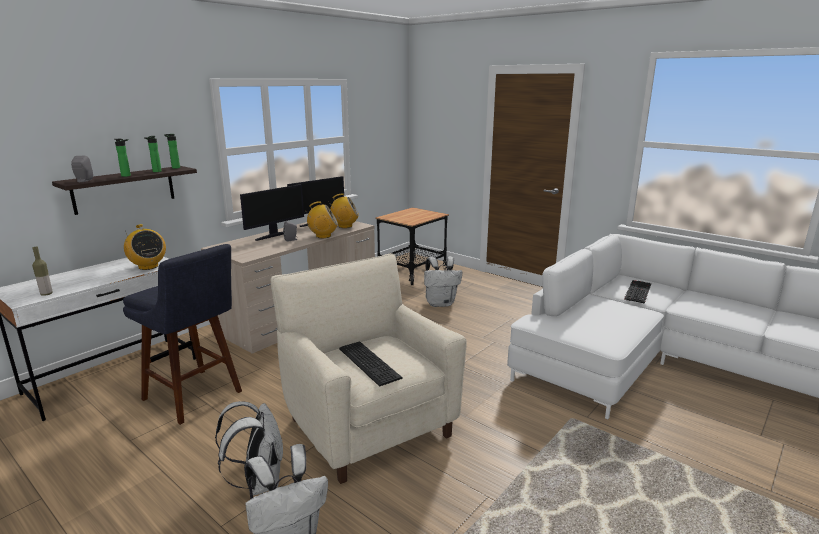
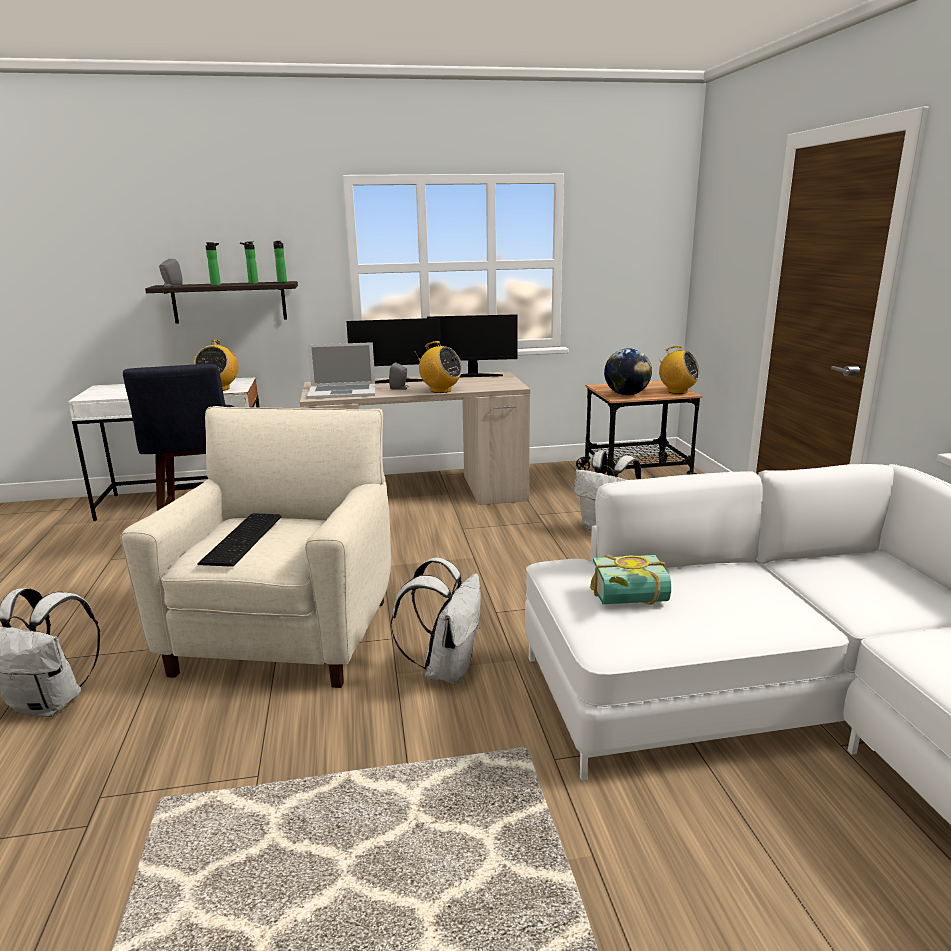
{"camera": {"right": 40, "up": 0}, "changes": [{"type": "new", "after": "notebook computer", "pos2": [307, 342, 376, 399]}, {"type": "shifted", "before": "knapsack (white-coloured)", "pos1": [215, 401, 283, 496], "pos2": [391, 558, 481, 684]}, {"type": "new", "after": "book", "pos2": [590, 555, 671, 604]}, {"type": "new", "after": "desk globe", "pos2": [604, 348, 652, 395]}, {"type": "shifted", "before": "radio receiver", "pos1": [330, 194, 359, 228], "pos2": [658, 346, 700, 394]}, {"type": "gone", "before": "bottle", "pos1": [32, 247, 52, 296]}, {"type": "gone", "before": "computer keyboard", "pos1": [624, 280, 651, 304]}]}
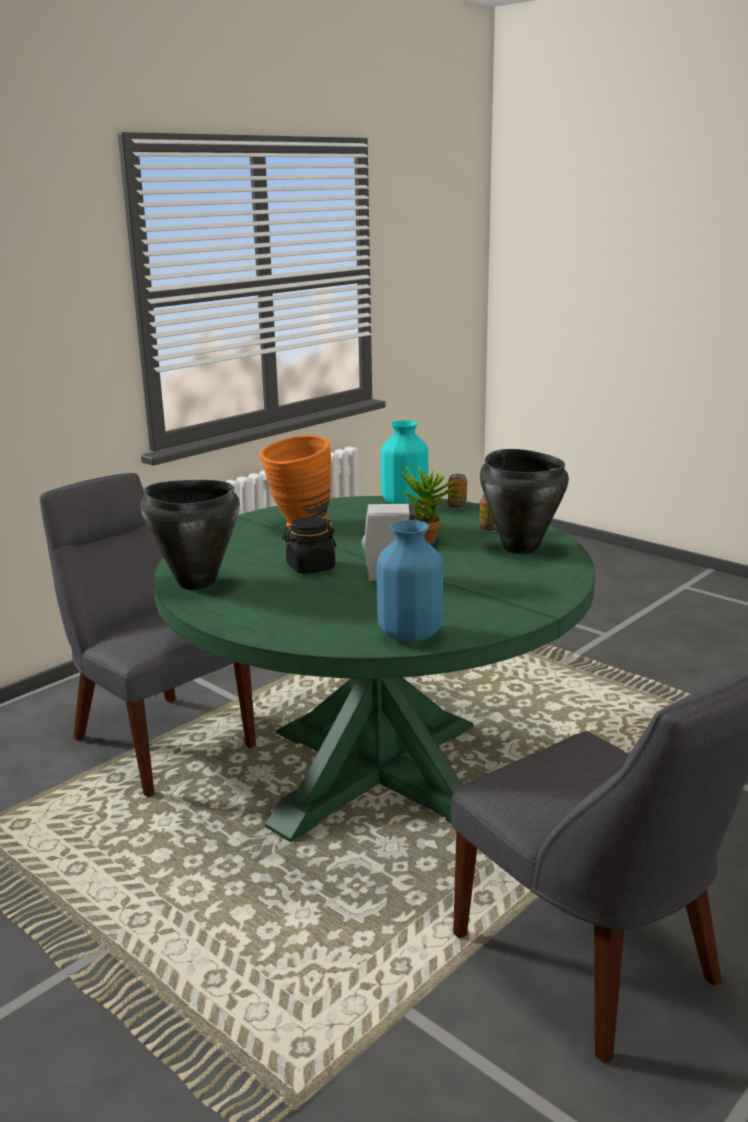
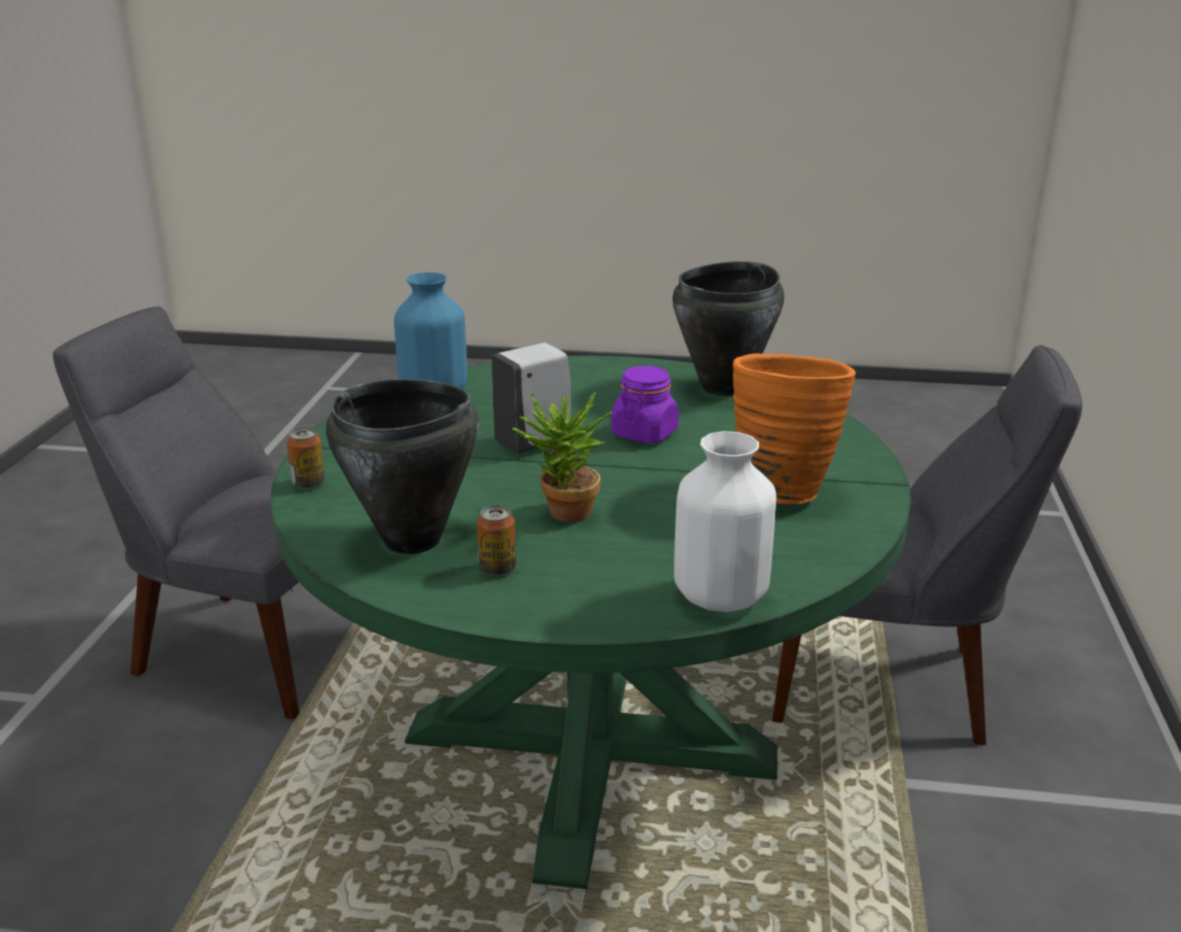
{"camera": {"right": 145, "up": 5}, "changes": [{"type": "shifted", "before": "metal can", "pos1": [448, 474, 467, 510], "pos2": [287, 428, 325, 489]}, {"type": "repainted", "before": "preserve jar (black-coloured)", "after": "preserve jar (purple-coloured)", "pos1": [282, 517, 337, 574], "pos2": [611, 366, 679, 444]}, {"type": "repainted", "before": "decorative vase (turquoise-coloured)", "after": "decorative vase (white-coloured)", "pos1": [381, 420, 428, 504], "pos2": [674, 431, 776, 612]}]}
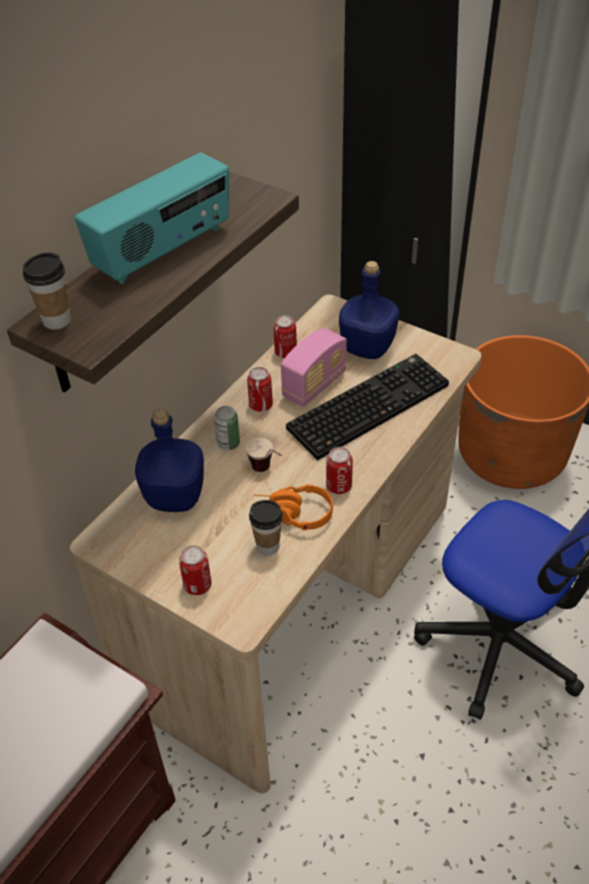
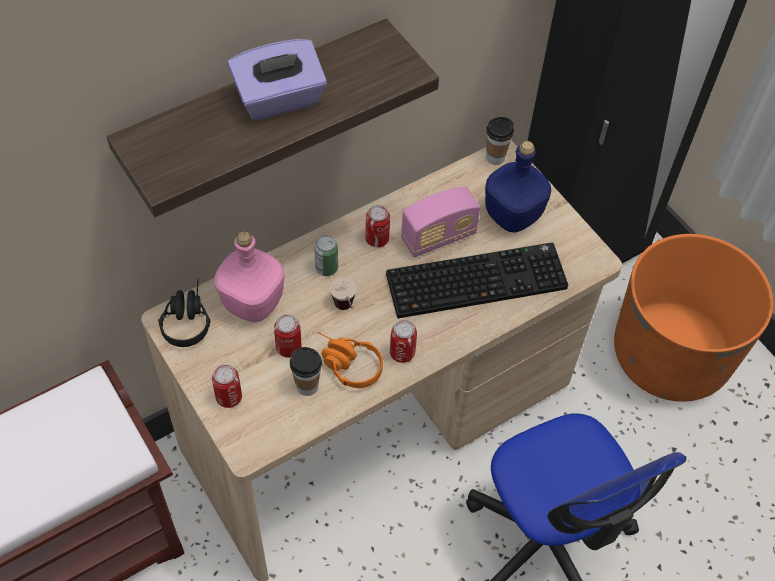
{"camera": {"right": 20, "up": 10}, "changes": [{"type": "new", "after": "headphones (black-coloured)", "pos2": [158, 279, 211, 347]}, {"type": "repainted", "before": "bottle (bluish)", "after": "bottle (pink)", "pos1": [135, 409, 204, 512], "pos2": [214, 231, 285, 322]}, {"type": "swapped", "before": "radio receiver", "after": "box of tissues (purple-coloured)", "pos1": [75, 152, 229, 284], "pos2": [228, 39, 327, 120]}, {"type": "shifted", "before": "metal can", "pos1": [274, 315, 297, 358], "pos2": [274, 314, 302, 357]}, {"type": "shifted", "before": "drinking cup", "pos1": [23, 252, 71, 330], "pos2": [486, 117, 514, 165]}]}
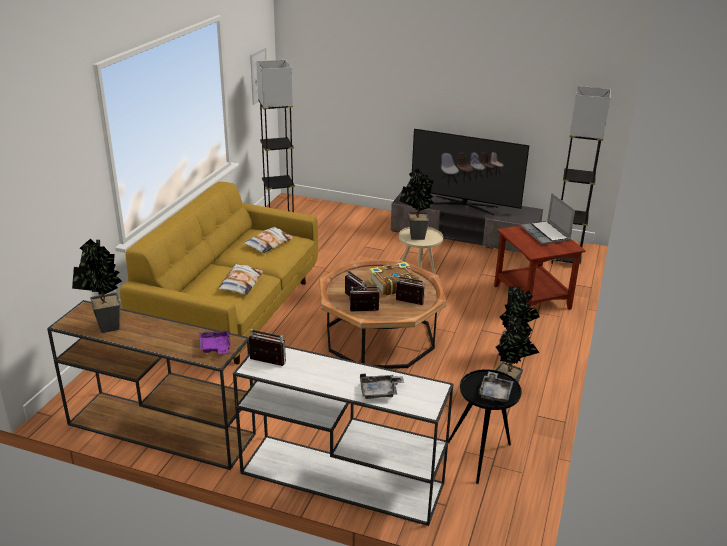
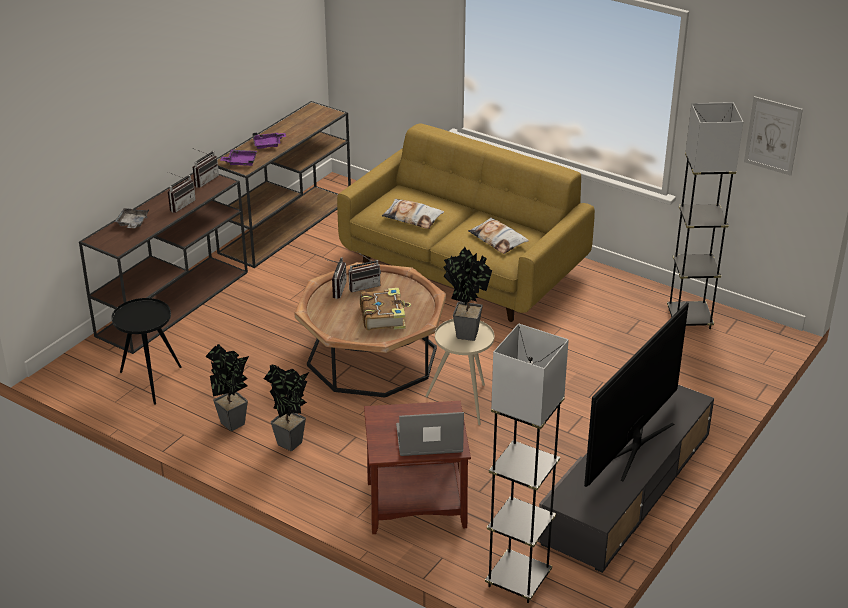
{"camera": {"right": 105, "up": 5}, "changes": [{"type": "repainted", "before": "narrow table (white-coloured)", "after": "narrow table (brownish)", "pos1": [233, 346, 453, 526], "pos2": [79, 173, 248, 354]}, {"type": "shifted", "before": "radio receiver", "pos1": [395, 276, 425, 305], "pos2": [168, 172, 196, 213]}, {"type": "new", "after": "carrying tray (purple-coloured)", "pos2": [253, 133, 286, 149]}, {"type": "gone", "before": "potted plant", "pos1": [72, 239, 122, 333]}, {"type": "gone", "before": "carrying tray (gray)", "pos1": [478, 371, 514, 402]}]}
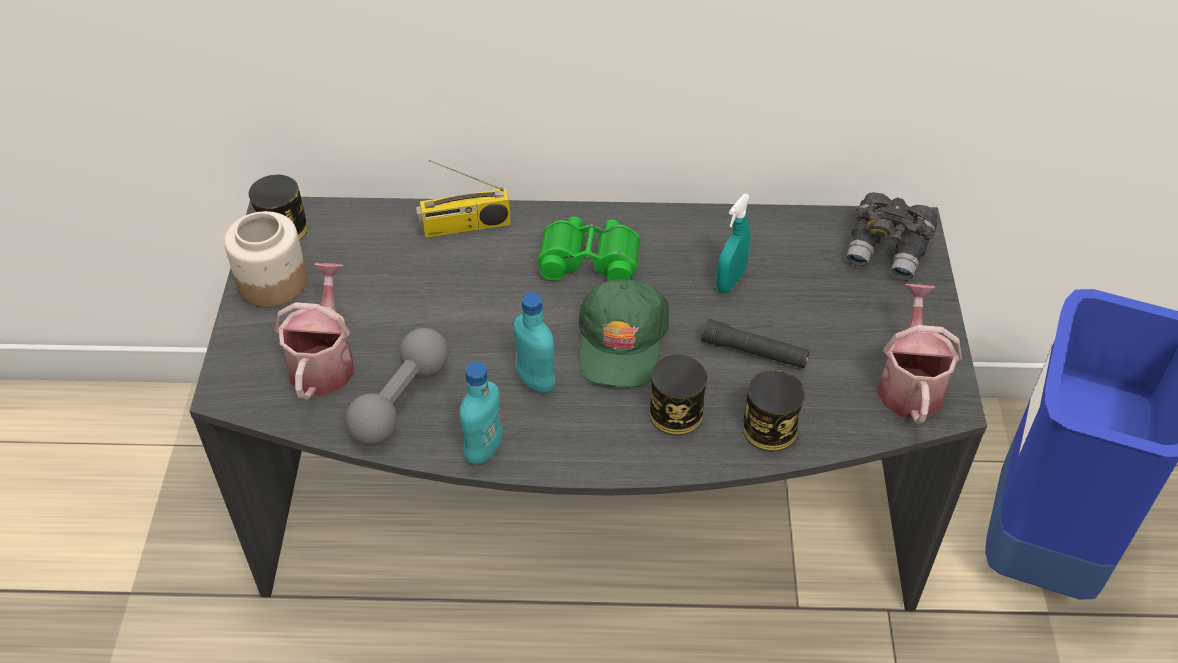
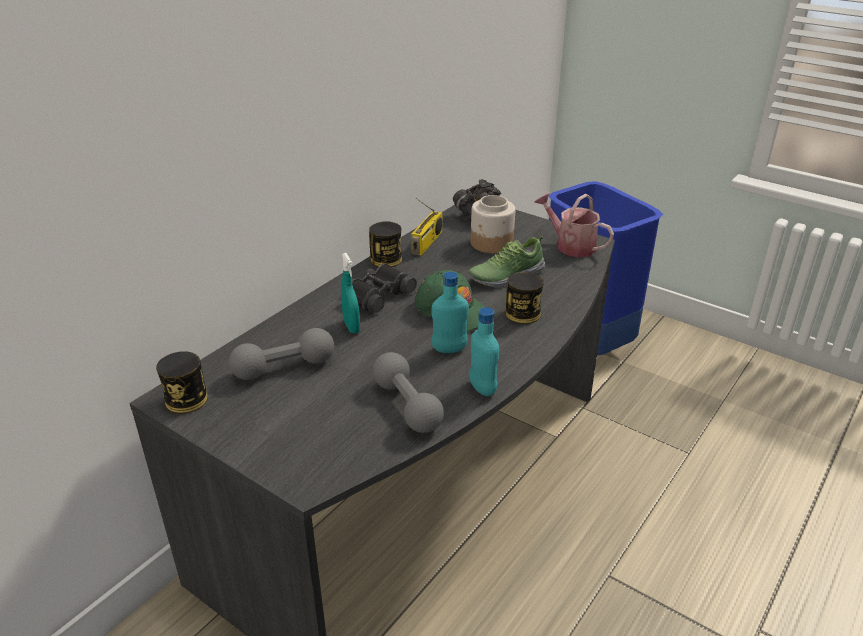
{"camera": {"right": -55, "up": -15}, "changes": [{"type": "new", "after": "hand weight (gray)", "pos2": [229, 328, 334, 380]}, {"type": "shifted", "before": "spray bottle (turquoise-coloured)", "pos1": [716, 194, 750, 293], "pos2": [341, 253, 360, 333]}, {"type": "repainted", "before": "pair of binoculars (greenish)", "after": "pair of binoculars (black-coloured)", "pos1": [537, 217, 641, 281], "pos2": [352, 263, 417, 314]}, {"type": "shifted", "before": "metal can", "pos1": [743, 370, 805, 451], "pos2": [369, 221, 402, 267]}, {"type": "shifted", "before": "radio receiver", "pos1": [416, 160, 511, 238], "pos2": [411, 198, 443, 256]}, {"type": "swapped", "before": "flashlight (black-coloured)", "after": "shoe", "pos1": [701, 319, 810, 368], "pos2": [469, 236, 545, 288]}, {"type": "shifted", "before": "preserve jar", "pos1": [224, 211, 307, 307], "pos2": [471, 195, 515, 253]}, {"type": "gone", "before": "watering pot", "pos1": [274, 263, 355, 400]}]}
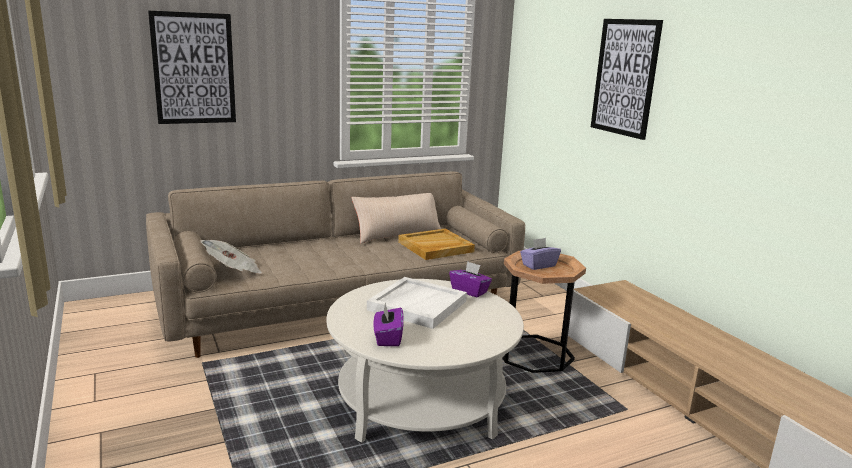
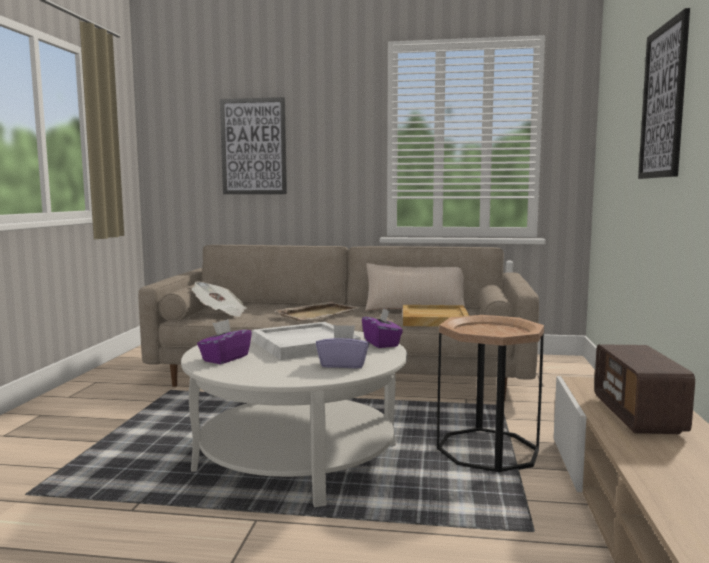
{"camera": {"right": 35, "up": -10}, "changes": [{"type": "new", "after": "carrying tray (sand-coloured)", "pos2": [274, 302, 361, 321]}, {"type": "shifted", "before": "box of tissues (purple-coloured)", "pos1": [520, 238, 561, 270], "pos2": [316, 325, 370, 369]}, {"type": "new", "after": "radio receiver", "pos2": [594, 344, 695, 434]}]}
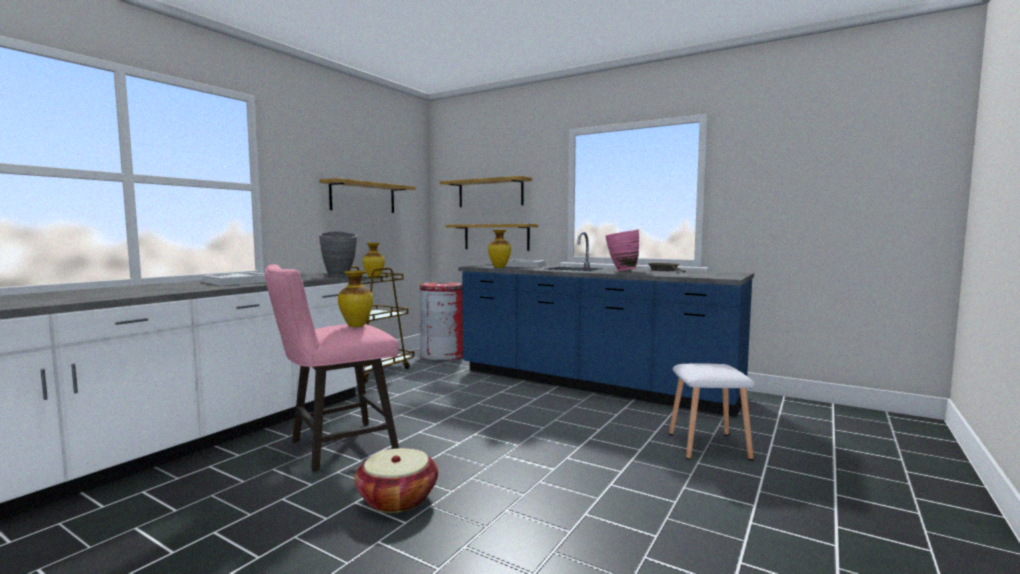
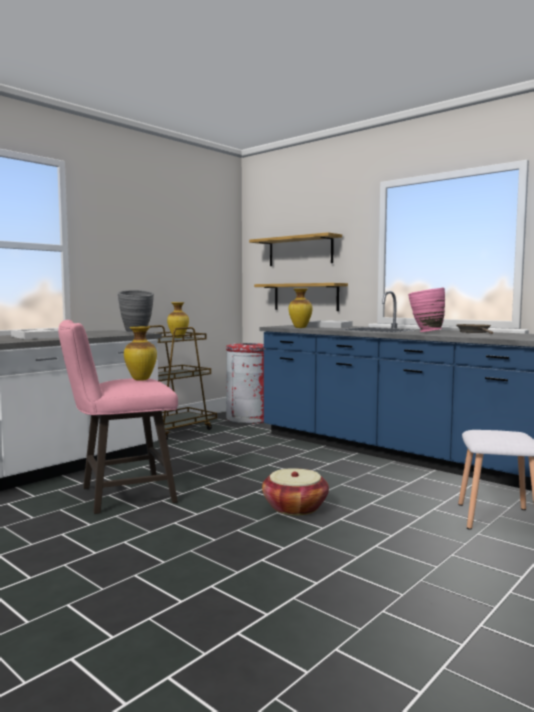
{"camera": {"right": 10, "up": 0}, "changes": [{"type": "shifted", "before": "storage basket", "pos1": [354, 448, 438, 513], "pos2": [262, 468, 329, 516]}, {"type": "gone", "before": "shelf", "pos1": [319, 178, 416, 213]}]}
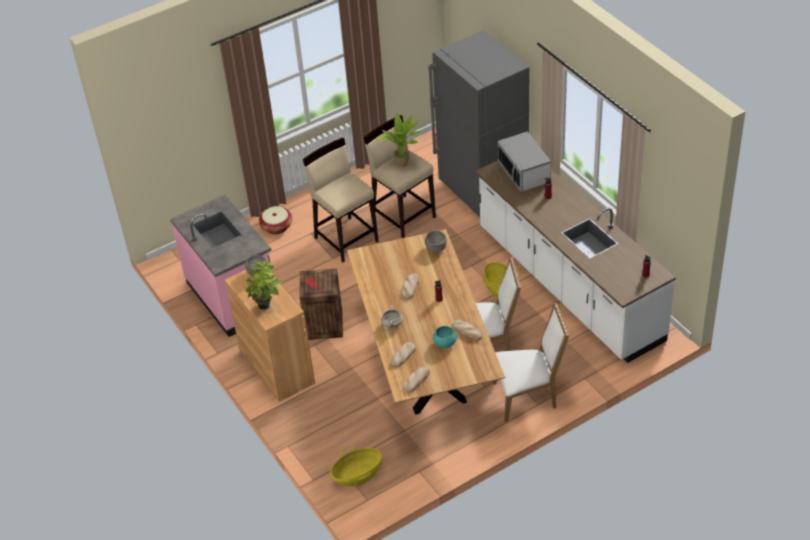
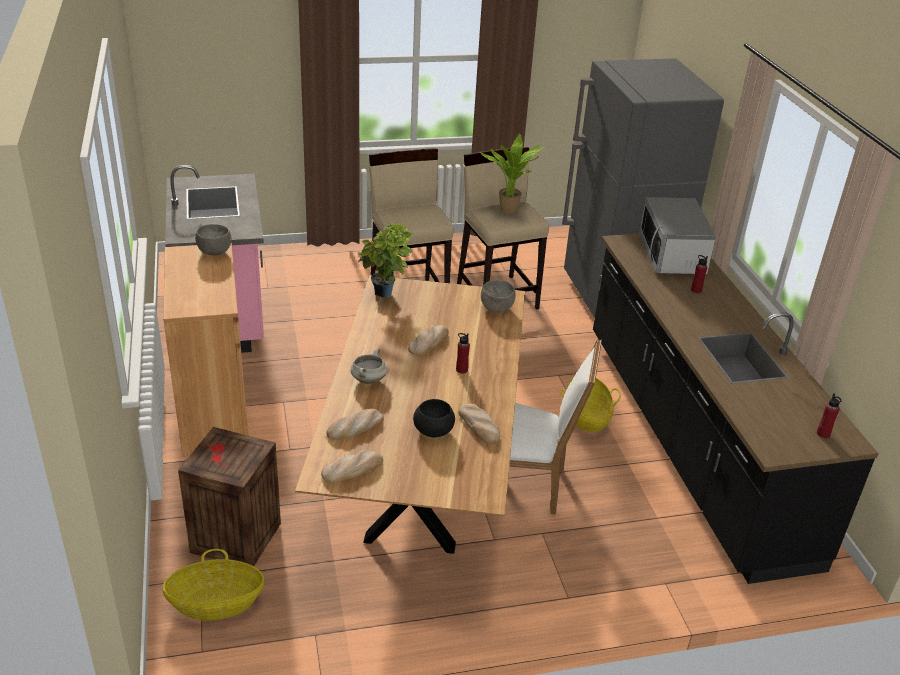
{"camera": {"right": 15, "up": -10}, "changes": [{"type": "shifted", "before": "shipping crate", "pos1": [300, 269, 343, 340], "pos2": [178, 427, 281, 566]}, {"type": "shifted", "before": "potted plant", "pos1": [246, 261, 282, 310], "pos2": [358, 222, 413, 298]}, {"type": "repainted", "before": "serving bowl (turquoise-coloured)", "after": "serving bowl (black-coloured)", "pos1": [433, 326, 457, 348], "pos2": [413, 399, 455, 437]}, {"type": "repainted", "before": "kitchen base unit (white-coloured)", "after": "kitchen base unit (black-coloured)", "pos1": [475, 160, 676, 363], "pos2": [593, 233, 879, 584]}, {"type": "gone", "before": "storage basket", "pos1": [259, 206, 292, 234]}, {"type": "gone", "before": "chair (white-coloured)", "pos1": [492, 303, 569, 422]}]}
